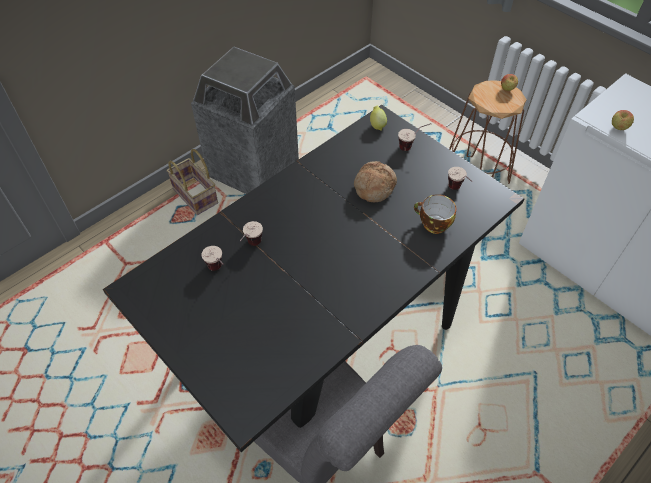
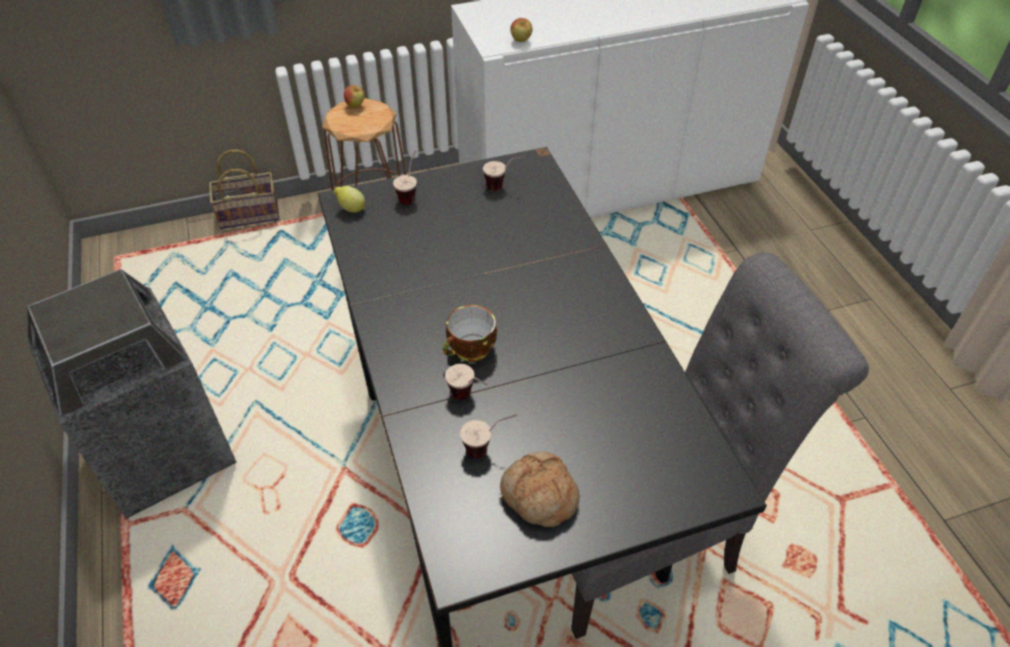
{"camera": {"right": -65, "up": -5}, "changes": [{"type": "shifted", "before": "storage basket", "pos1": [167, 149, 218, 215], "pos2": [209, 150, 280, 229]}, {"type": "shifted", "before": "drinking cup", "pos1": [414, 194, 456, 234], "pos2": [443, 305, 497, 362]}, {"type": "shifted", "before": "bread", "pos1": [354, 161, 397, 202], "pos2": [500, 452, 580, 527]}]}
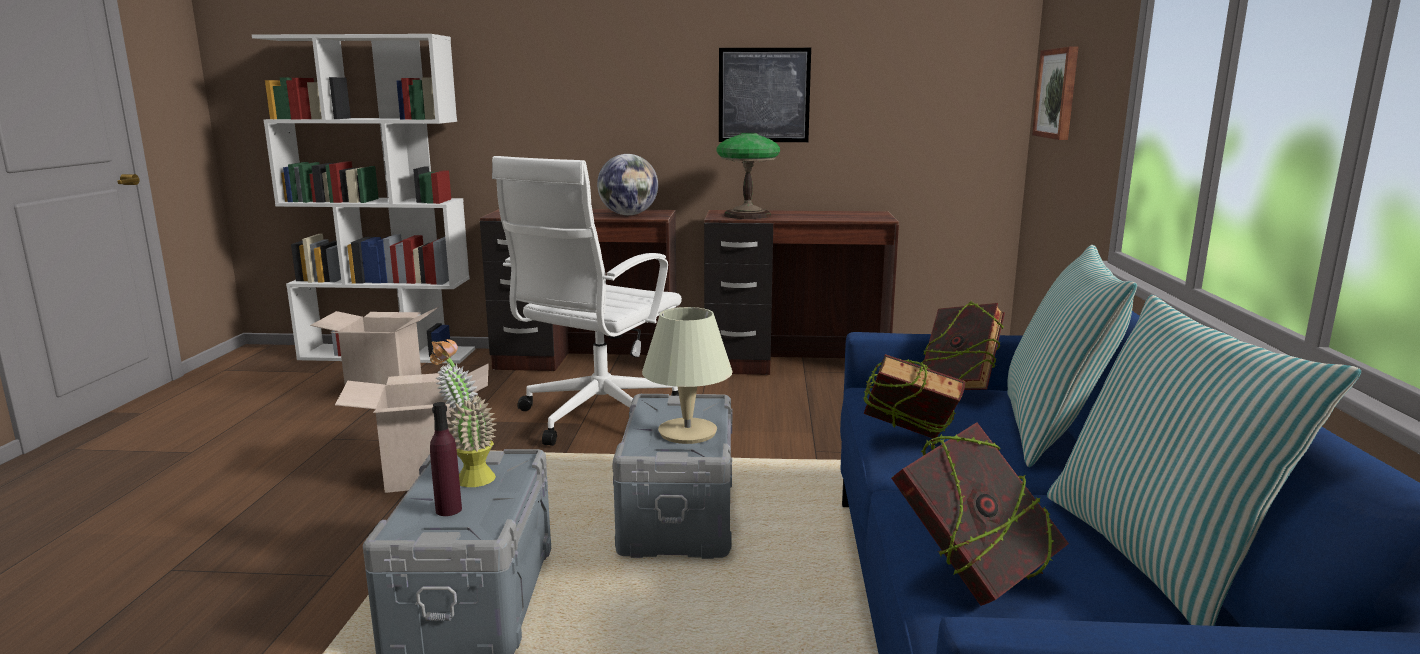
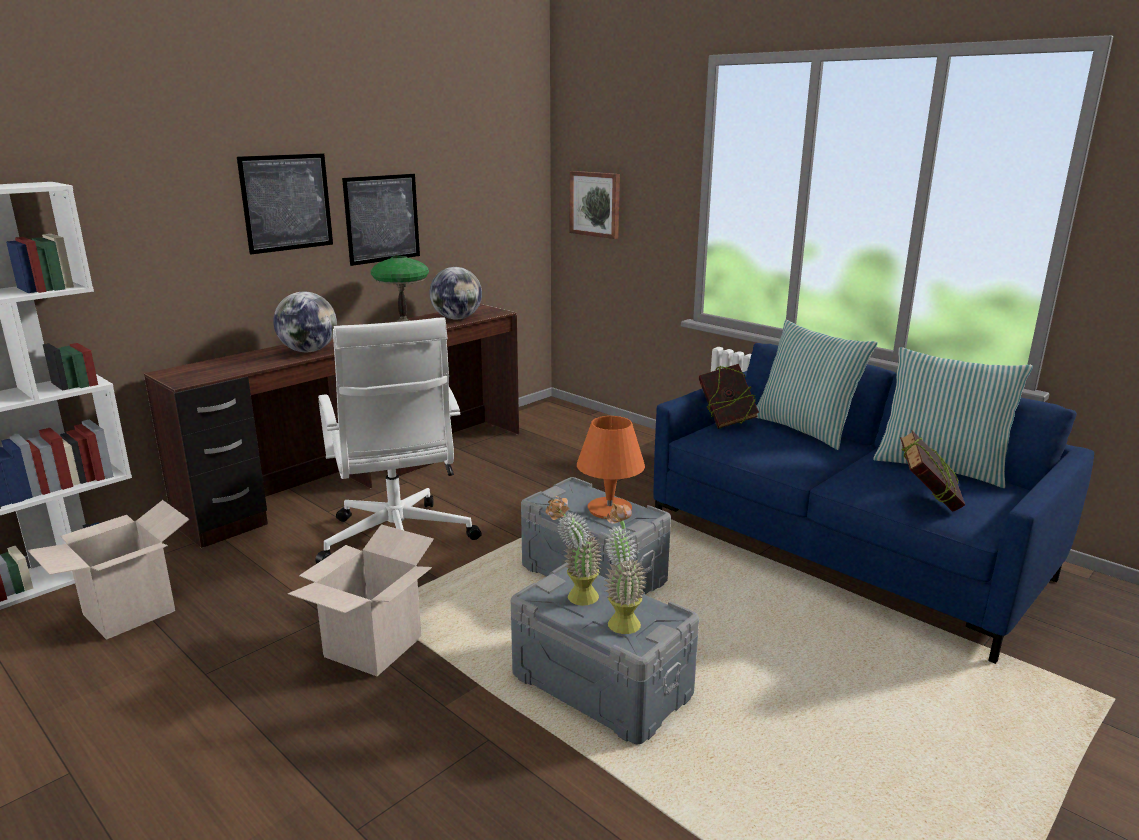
{"camera": {"right": -50, "up": 5}, "changes": [{"type": "new", "after": "picture", "pos2": [237, 154, 333, 254]}, {"type": "new", "after": "desk globe", "pos2": [430, 267, 482, 319]}, {"type": "repainted", "before": "lamp for a table (sand-coloured)", "after": "lamp for a table (orange-coloured)", "pos1": [642, 307, 733, 444], "pos2": [577, 416, 645, 519]}, {"type": "swapped", "before": "bottle (purple-coloured)", "after": "potted plant", "pos1": [430, 402, 462, 516], "pos2": [604, 503, 647, 634]}, {"type": "gone", "before": "book", "pos1": [864, 354, 965, 438]}]}
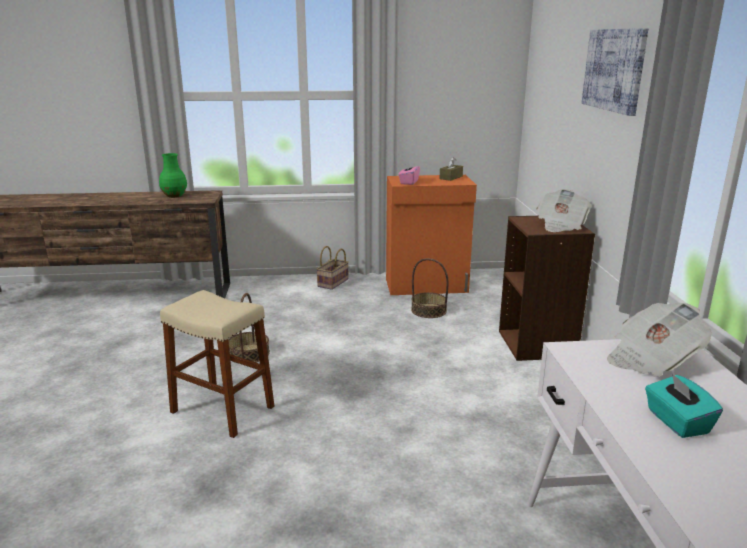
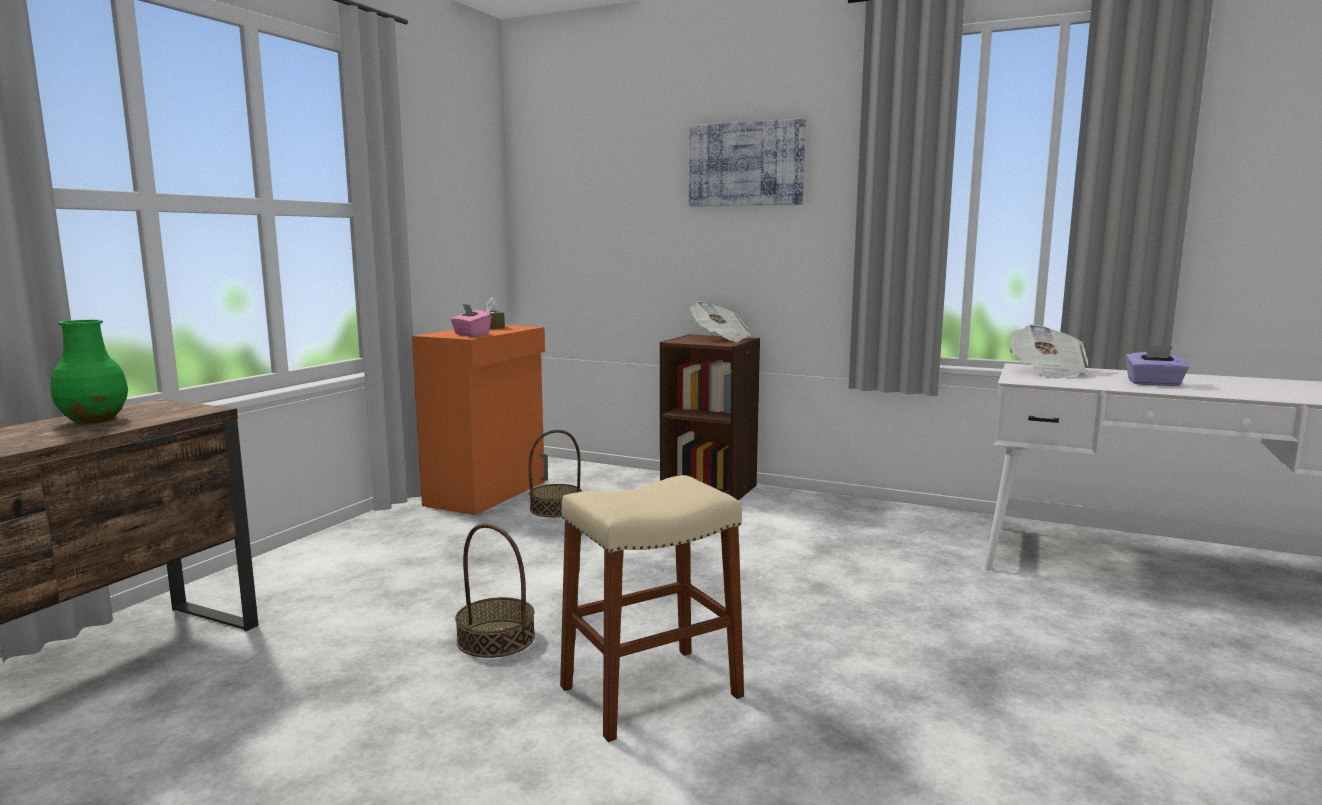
{"camera": {"right": -60, "up": -10}, "changes": [{"type": "repainted", "before": "box of tissues (turquoise-coloured)", "after": "box of tissues (purple-coloured)", "pos1": [645, 373, 723, 438], "pos2": [1125, 345, 1189, 386]}, {"type": "gone", "before": "storage basket", "pos1": [316, 246, 349, 290]}]}
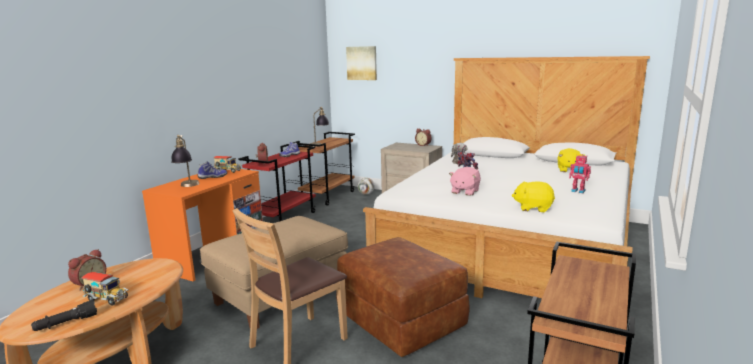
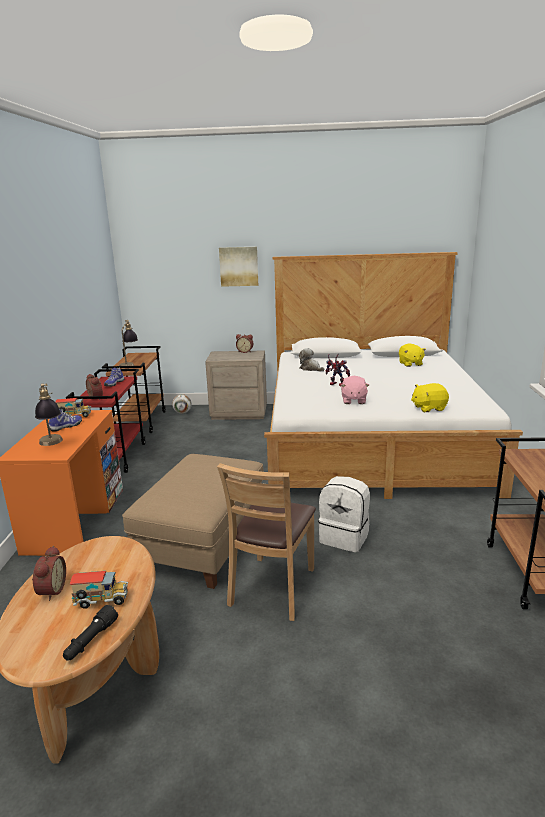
{"camera": {"right": -25, "up": 5}, "changes": [{"type": "shifted", "before": "picture", "pos1": [346, 46, 377, 80], "pos2": [219, 247, 258, 287]}, {"type": "swapped", "before": "ottoman (brownish)", "after": "knapsack (white-coloured)", "pos1": [336, 237, 470, 357], "pos2": [318, 476, 370, 552]}, {"type": "gone", "before": "robot figure", "pos1": [569, 154, 591, 193]}]}
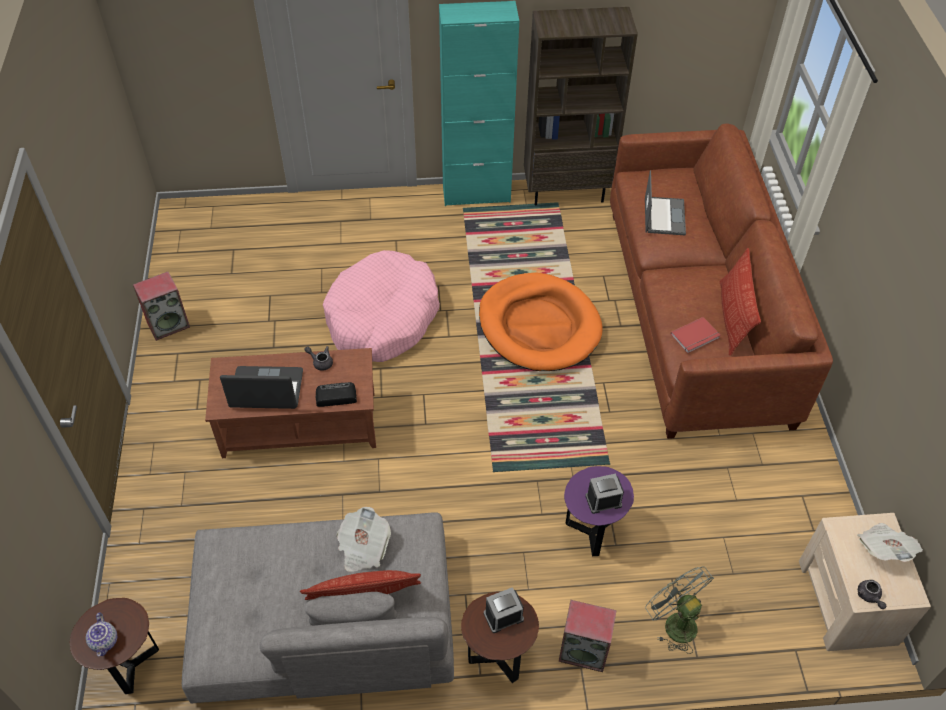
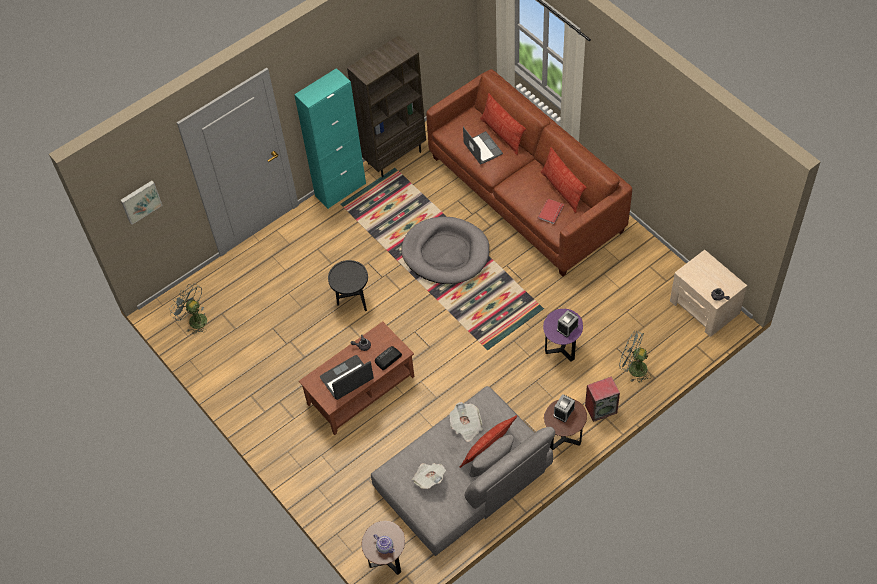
{"camera": {"right": -30, "up": 5}, "changes": [{"type": "new", "after": "picture", "pos2": [121, 181, 163, 225]}, {"type": "new", "after": "electric fan (gray)", "pos2": [169, 283, 207, 334]}, {"type": "swapped", "before": "dog cushion (pink)", "after": "side table (black-coloured)", "pos1": [323, 250, 440, 362], "pos2": [328, 260, 368, 311]}, {"type": "repainted", "before": "dog cushion (orange-coloured)", "after": "dog cushion (gray)", "pos1": [479, 273, 603, 371], "pos2": [401, 217, 489, 284]}, {"type": "shifted", "before": "newspaper", "pos1": [857, 523, 923, 562], "pos2": [412, 463, 446, 489]}, {"type": "new", "after": "cushion", "pos2": [480, 93, 526, 155]}, {"type": "gone", "before": "speaker", "pos1": [133, 272, 190, 341]}]}
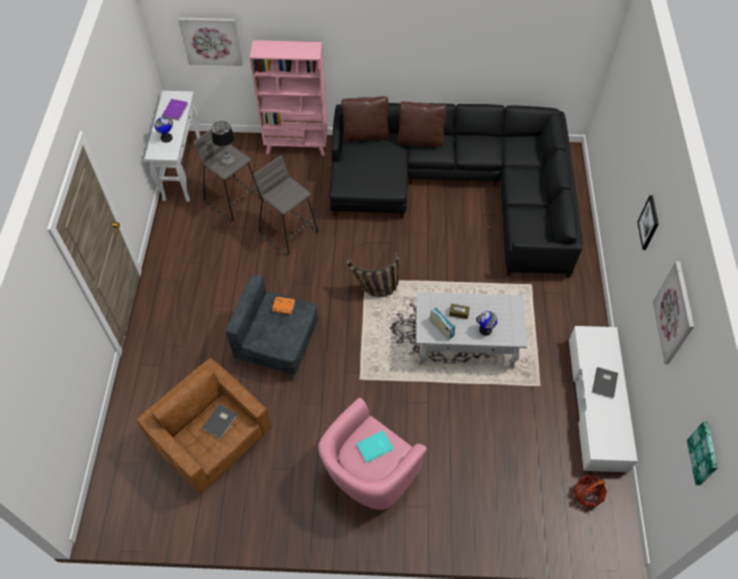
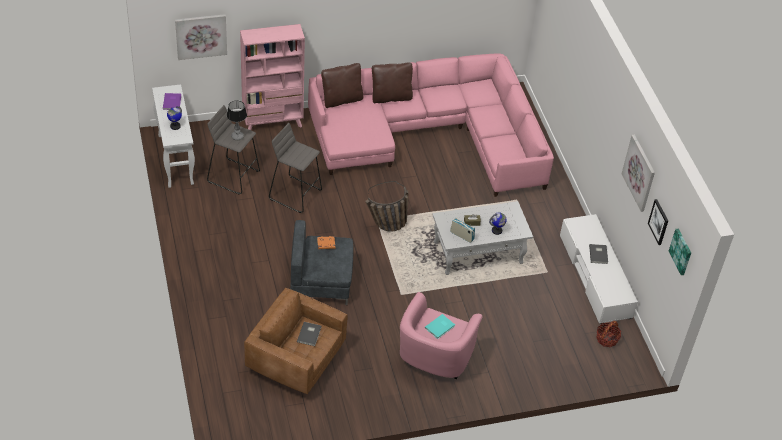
{"camera": {"right": -20, "up": -10}, "changes": [{"type": "repainted", "before": "sofa (black-coloured)", "after": "sofa (pink)", "pos1": [329, 103, 583, 278], "pos2": [308, 53, 554, 197]}, {"type": "shifted", "before": "picture", "pos1": [637, 195, 659, 250], "pos2": [648, 199, 668, 245]}]}
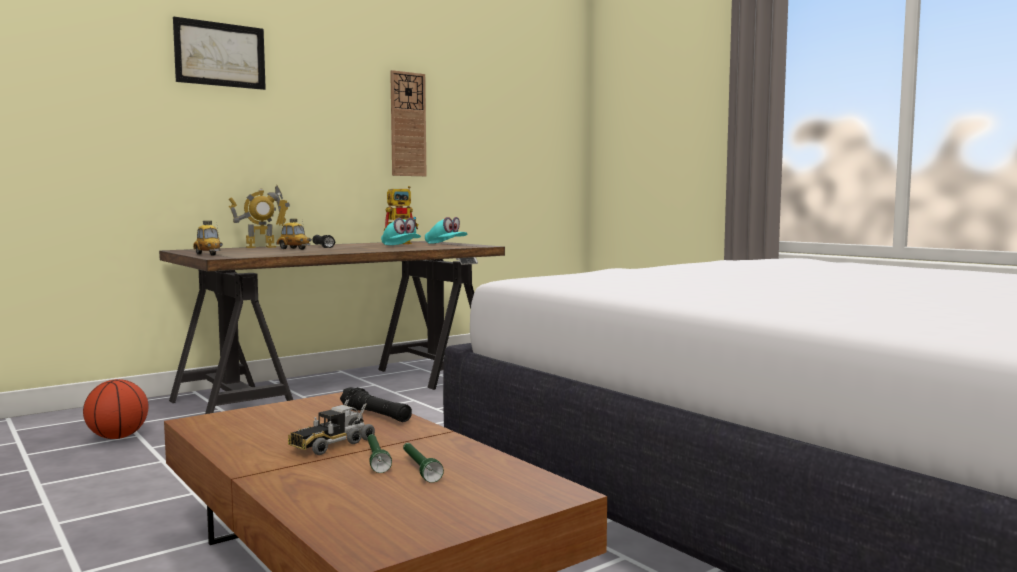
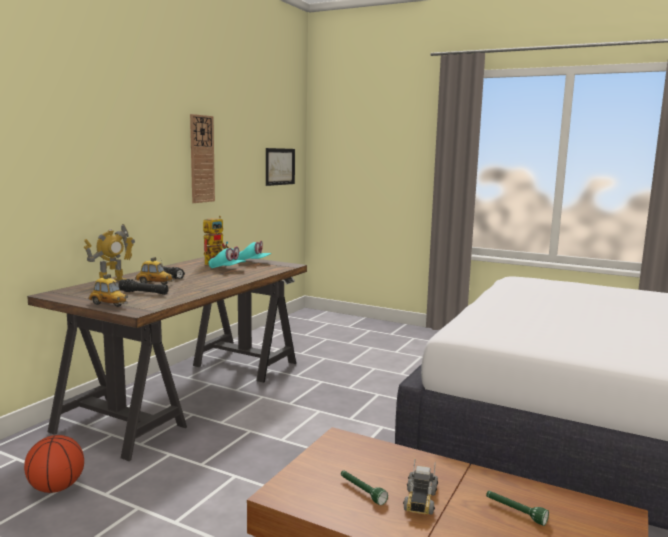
{"camera": {"right": -25, "up": 5}, "changes": [{"type": "shifted", "before": "flashlight (black-coloured)", "pos1": [340, 387, 412, 422], "pos2": [119, 279, 169, 295]}, {"type": "shifted", "before": "picture", "pos1": [173, 16, 266, 90], "pos2": [266, 148, 295, 186]}, {"type": "shifted", "before": "flashlight (greenish)", "pos1": [367, 434, 392, 473], "pos2": [341, 471, 388, 505]}]}
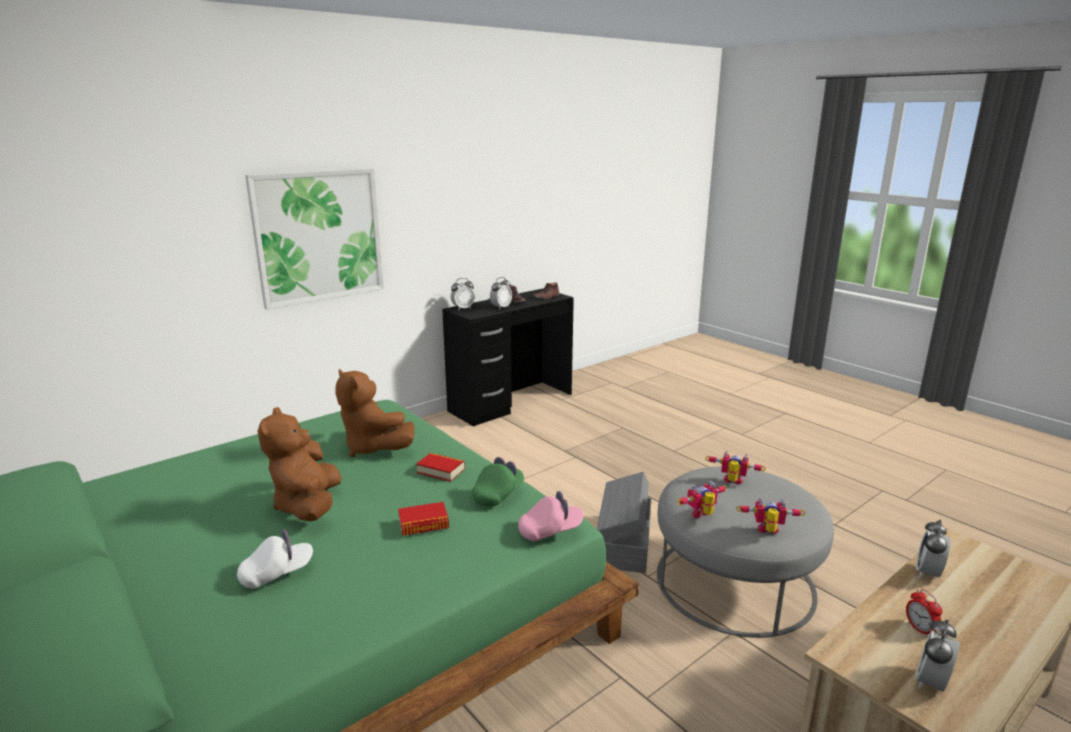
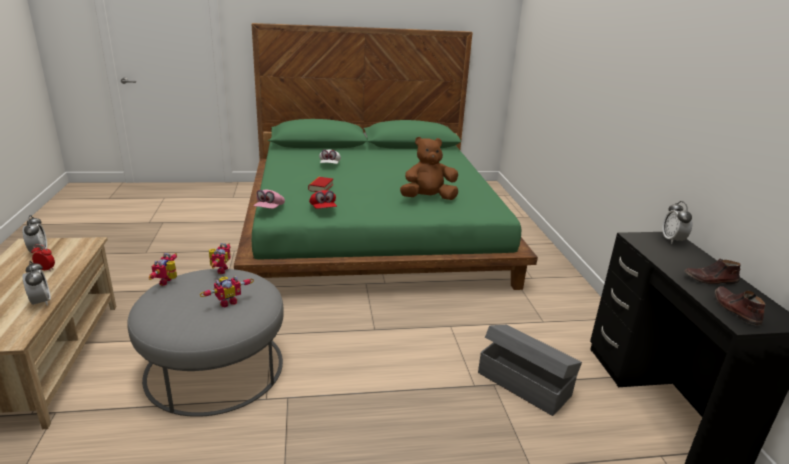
{"camera": {"right": 120, "up": 5}, "changes": [{"type": "rotated", "before": "robot figure", "pos1": [736, 497, 805, 534], "pos2": [149, 253, 177, 286], "turn": 150}, {"type": "repainted", "before": "peaked cap (greenish)", "after": "peaked cap (red-coloured)", "pos1": [472, 457, 524, 507], "pos2": [309, 190, 337, 209]}, {"type": "shifted", "before": "storage container (gray)", "pos1": [597, 472, 652, 573], "pos2": [478, 325, 582, 416]}, {"type": "gone", "before": "picture", "pos1": [245, 168, 384, 310]}, {"type": "gone", "before": "soft toy (brownish)", "pos1": [257, 407, 341, 521]}, {"type": "gone", "before": "book", "pos1": [416, 453, 465, 482]}, {"type": "gone", "before": "table clock", "pos1": [490, 277, 512, 310]}]}
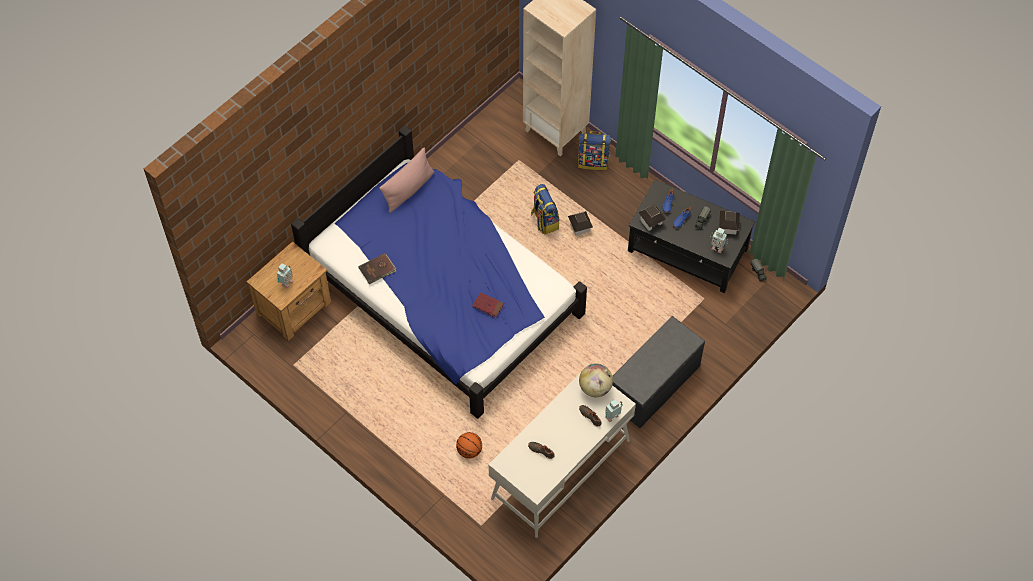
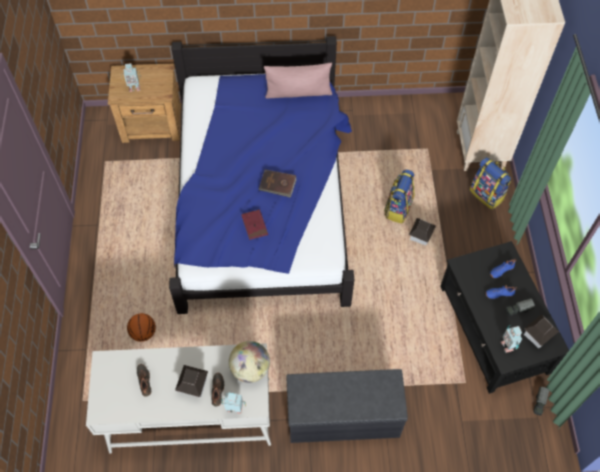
{"camera": {"right": 45, "up": 0}, "changes": [{"type": "shifted", "before": "toy house", "pos1": [638, 204, 666, 231], "pos2": [175, 365, 208, 397]}, {"type": "shifted", "before": "book (brownish)", "pos1": [358, 253, 396, 284], "pos2": [258, 169, 297, 198]}]}
